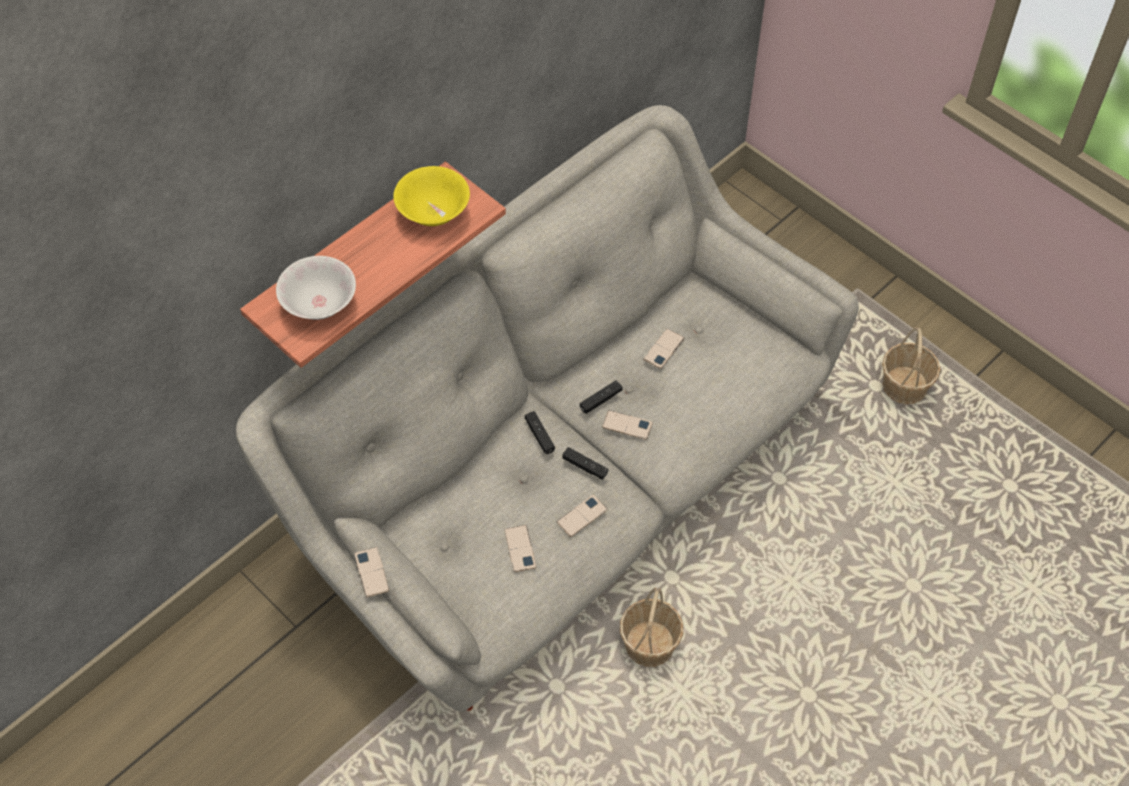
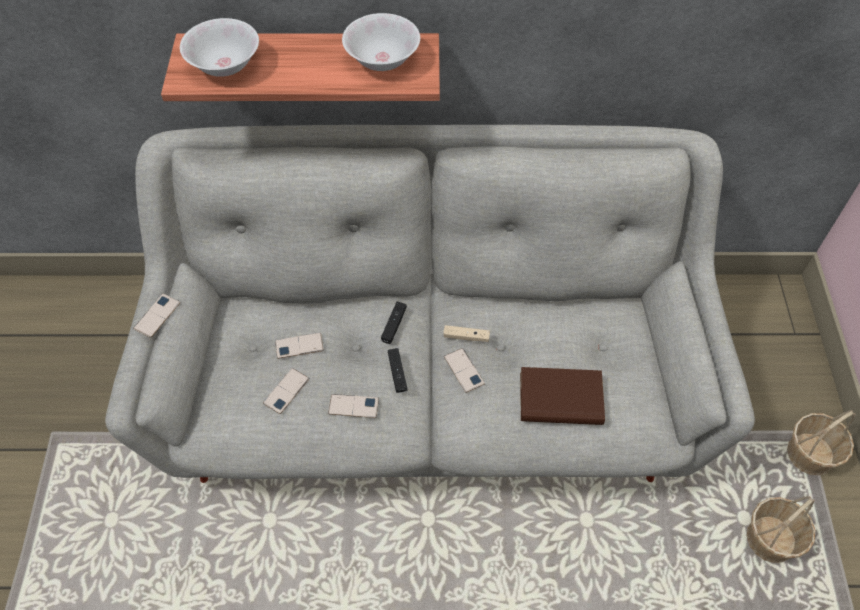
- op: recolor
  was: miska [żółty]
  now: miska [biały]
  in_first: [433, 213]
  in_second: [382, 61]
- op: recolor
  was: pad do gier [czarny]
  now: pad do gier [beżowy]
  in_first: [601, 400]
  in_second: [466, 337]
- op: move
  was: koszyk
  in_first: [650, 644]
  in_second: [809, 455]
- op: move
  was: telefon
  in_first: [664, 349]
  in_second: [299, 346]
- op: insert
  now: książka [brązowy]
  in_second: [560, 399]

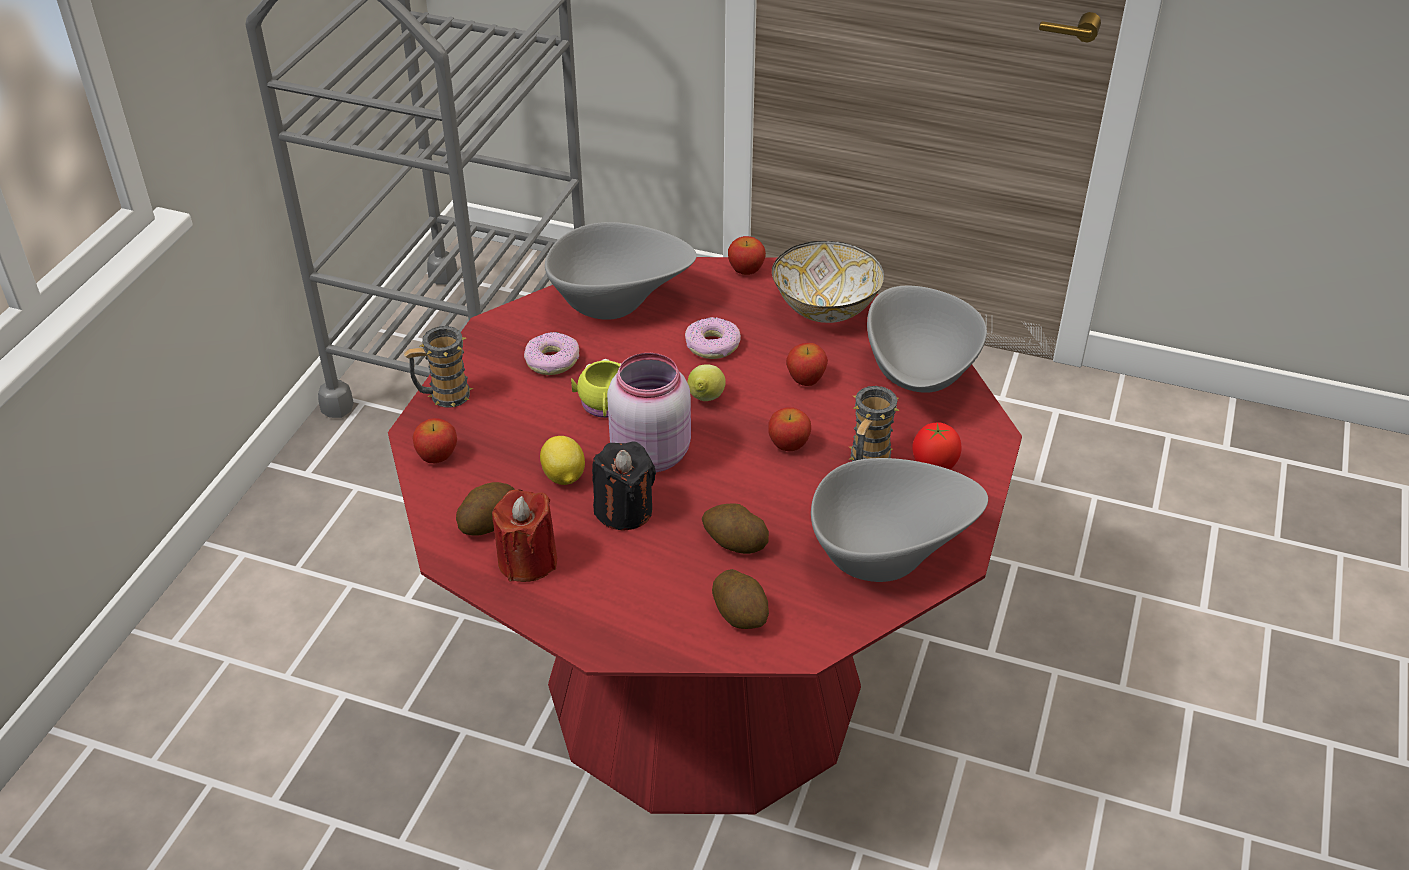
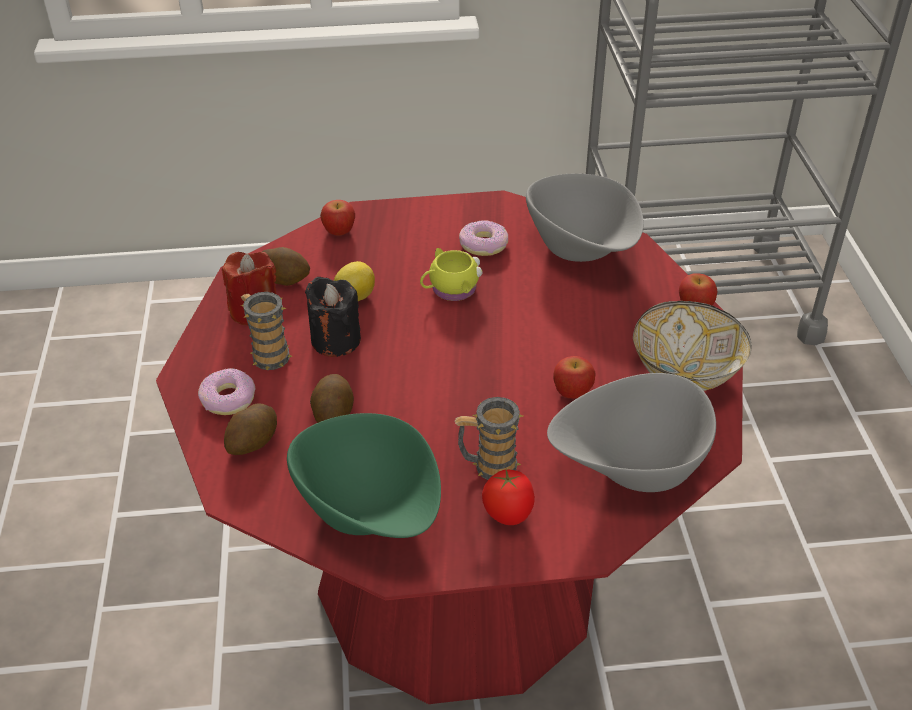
- op: move
  was: kubek
  in_first: [443, 396]
  in_second: [267, 353]
- op: delete
  was: słoik [różowy]
  in_first: [649, 452]
- op: move
  was: donut
  in_first: [712, 345]
  in_second: [228, 399]
- op: delete
  was: cytryna
  in_first: [705, 400]
- op: delete
  was: jabłko
  in_first: [788, 445]
- op: recolor
  was: miska [szary]
  now: miska [zielony]
  in_first: [888, 554]
  in_second: [372, 516]

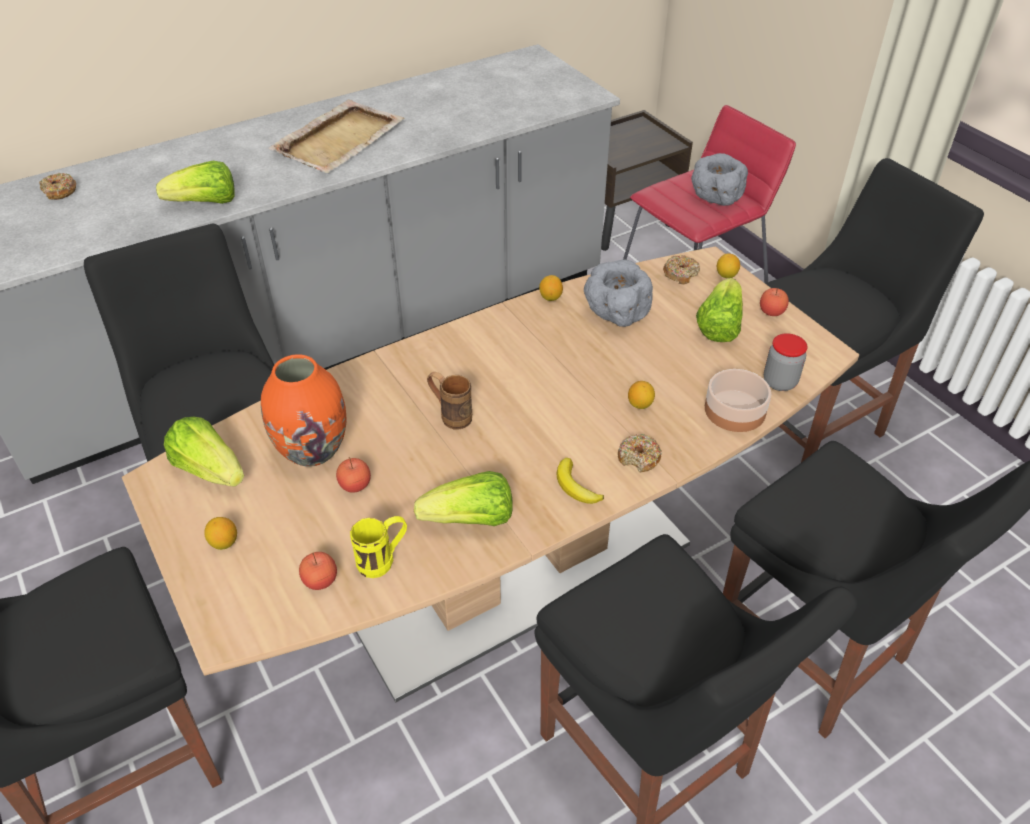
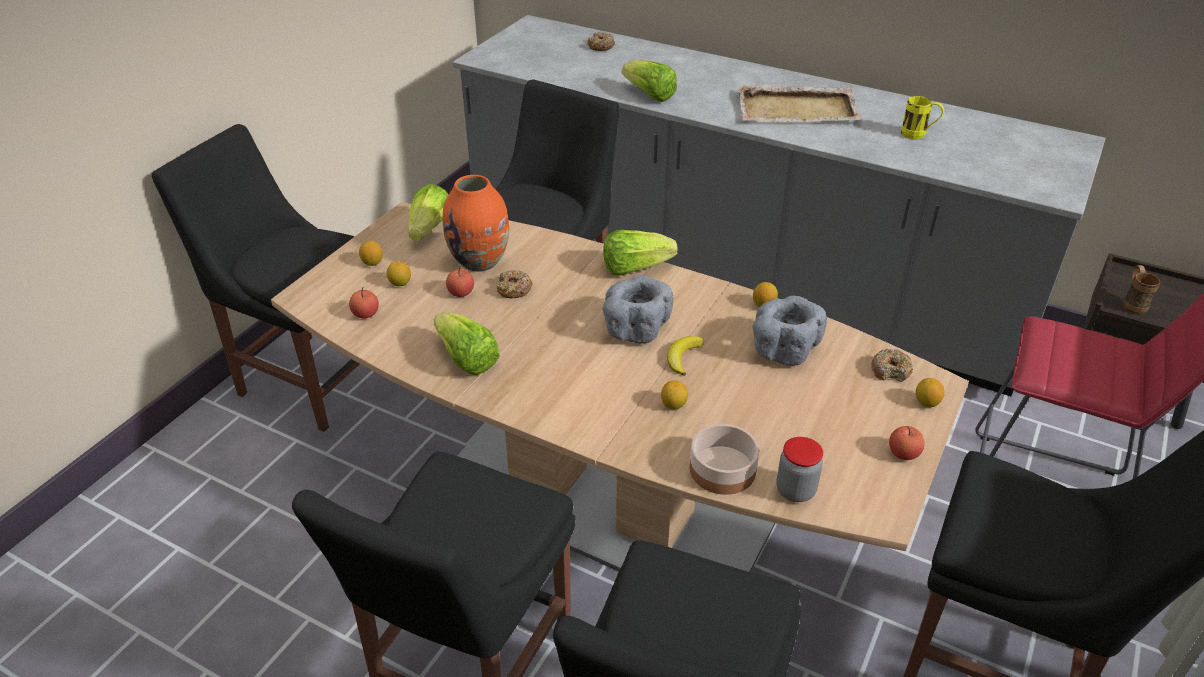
- op: move
  was: kubek [żółty]
  in_first: [383, 561]
  in_second: [918, 136]
- op: move
  was: kubek [brązowy]
  in_first: [450, 415]
  in_second: [1132, 304]
- op: move
  was: banan
  in_first: [576, 486]
  in_second: [683, 357]
- op: move
  was: donut
  in_first: [639, 458]
  in_second: [514, 289]
- op: move
  was: miska [szary]
  in_first: [715, 198]
  in_second: [635, 328]
- op: move
  was: sałata
  in_first: [719, 325]
  in_second: [635, 268]
- op: insert
  now: cytryna
  in_second: [400, 283]

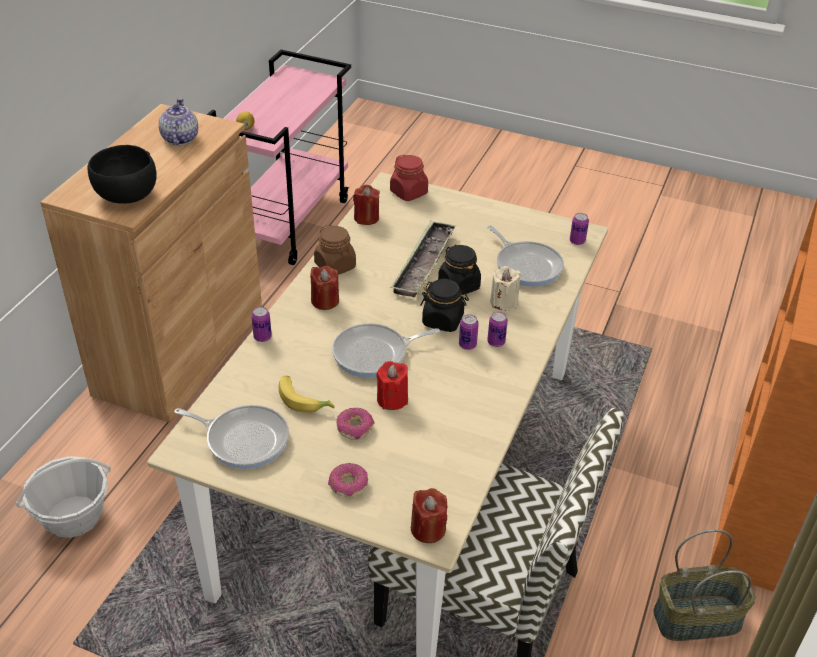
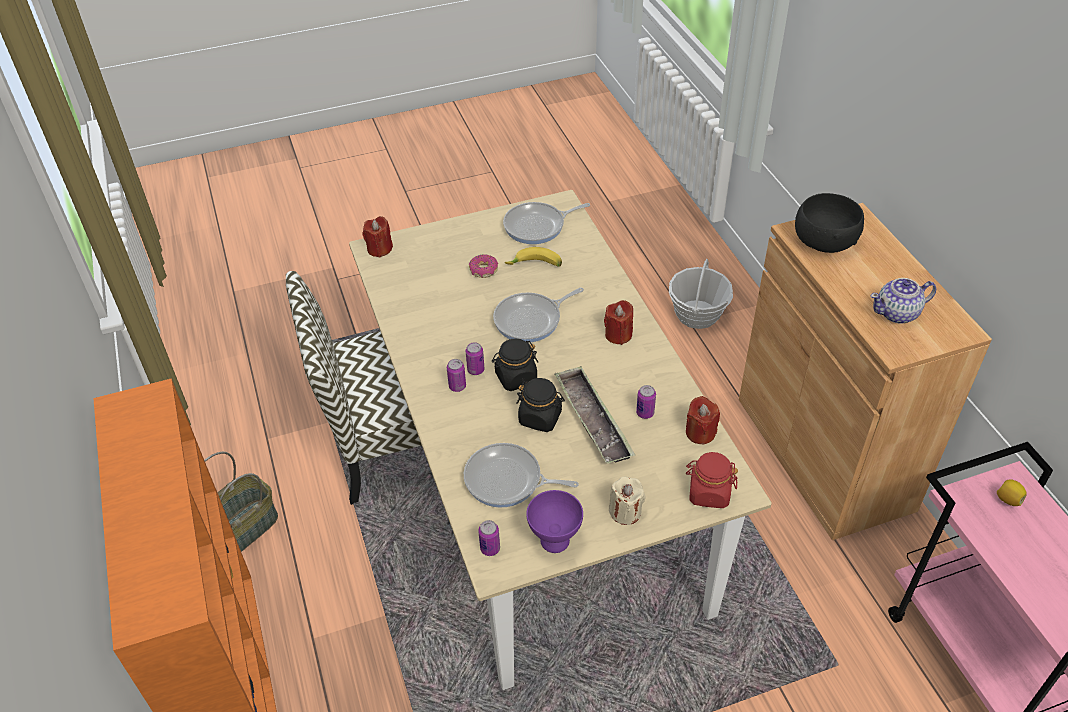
- op: rotate
  was: imbryk
  in_first: [179, 139]
  in_second: [897, 313]
  clockwise: 120
- op: move
  was: puszka
  in_first: [262, 337]
  in_second: [645, 413]
- op: delete
  was: słoik [brązowy]
  in_first: [335, 266]
- op: delete
  was: donut
  in_first: [348, 485]
- op: rotate
  was: patelnia
  in_first: [374, 354]
  in_second: [531, 320]
  clockwise: -150
- op: delete
  was: świeca [czerwony]
  in_first: [392, 399]
- op: move
  was: świeca [beżowy]
  in_first: [504, 302]
  in_second: [625, 512]
- op: insert
  now: miska [fioletowy]
  in_second: [556, 541]

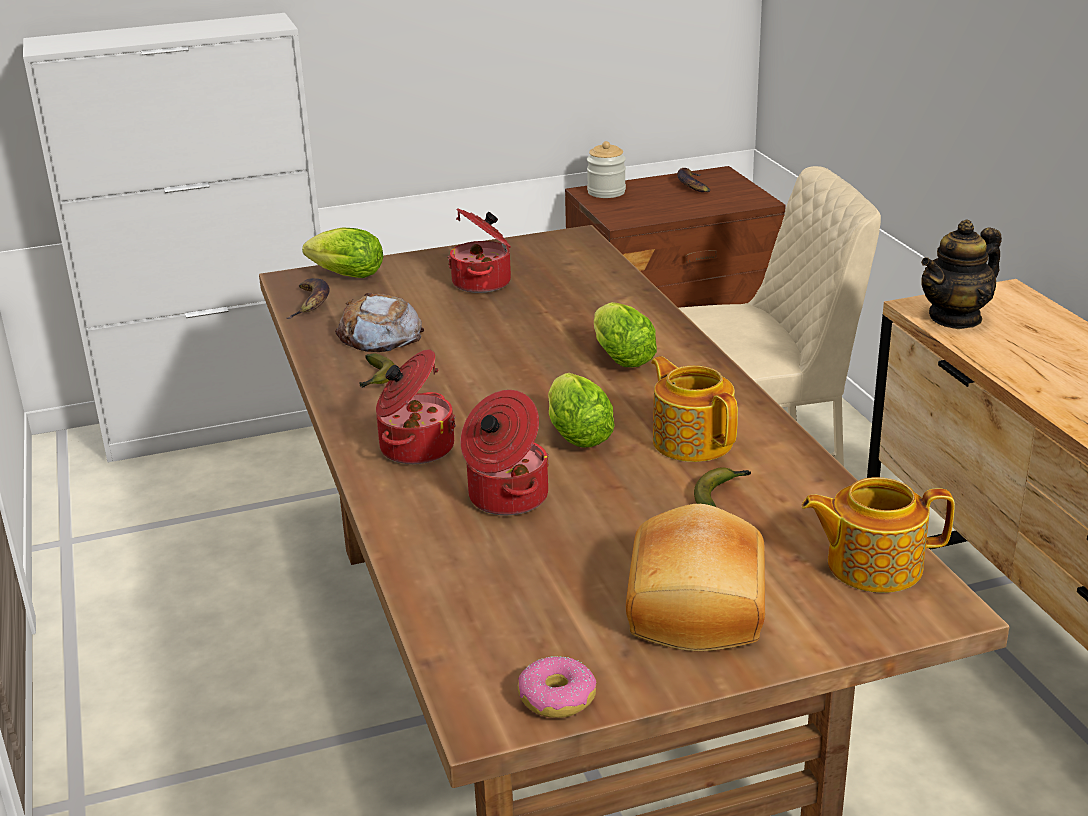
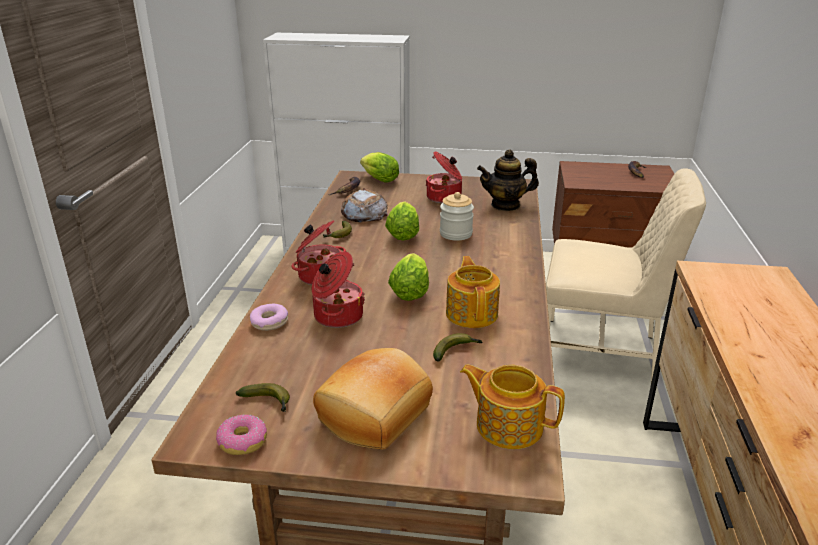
- op: move
  was: słoik
  in_first: [606, 192]
  in_second: [456, 234]
- op: move
  was: sałata
  in_first: [619, 357]
  in_second: [403, 234]
- op: move
  was: imbryk
  in_first: [955, 318]
  in_second: [505, 205]
- op: insert
  now: banan
  in_second: [268, 403]
- op: insert
  now: donut
  in_second: [269, 322]

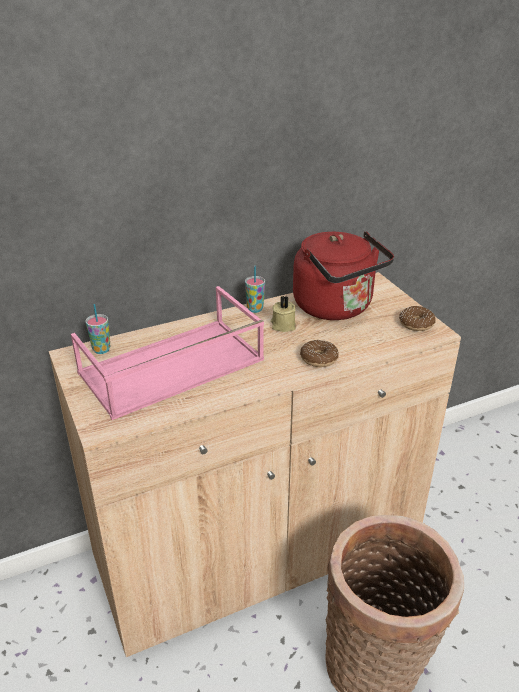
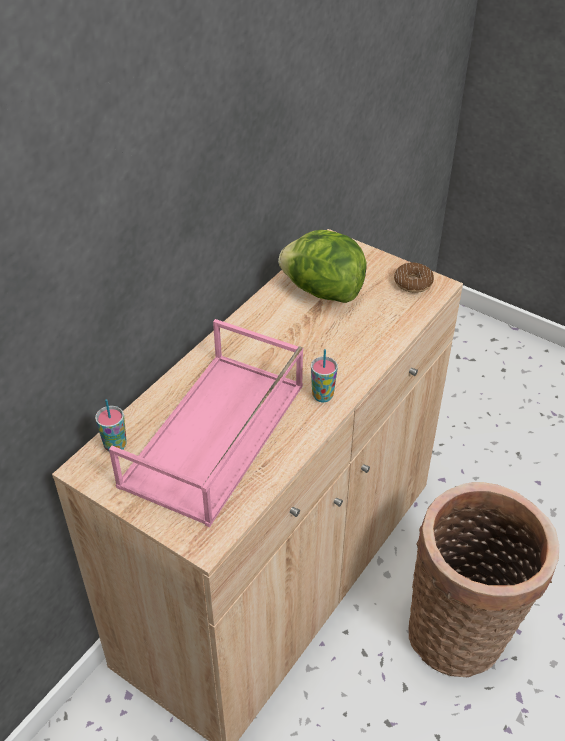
- op: move
  was: filiżanka
  in_first: [255, 309]
  in_second: [322, 396]
- op: delete
  was: świeca [beżowy]
  in_first: [283, 325]
- op: replace
  was: czajnik [czerwony]
  now: sałata
  in_first: [336, 308]
  in_second: [322, 291]
- op: delete
  was: donut
  in_first: [319, 358]

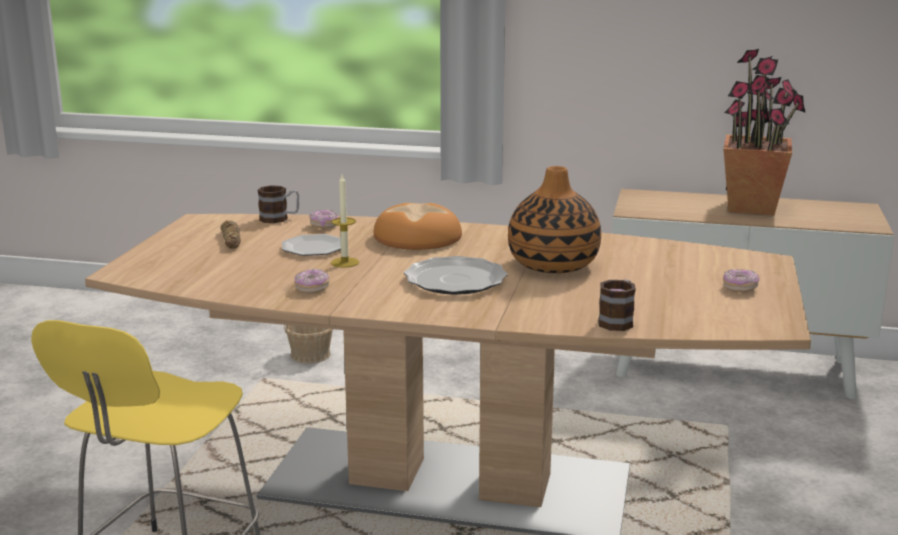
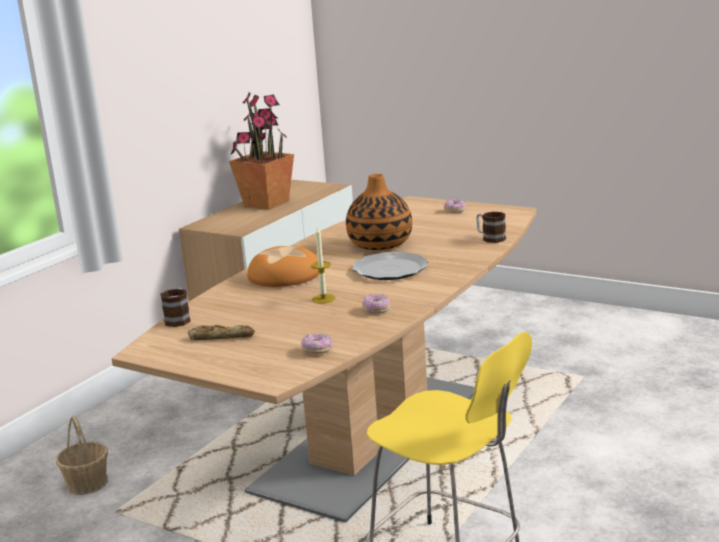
- op: delete
  was: talerz
  in_first: [313, 248]
- op: move
  was: donut
  in_first: [324, 226]
  in_second: [317, 350]

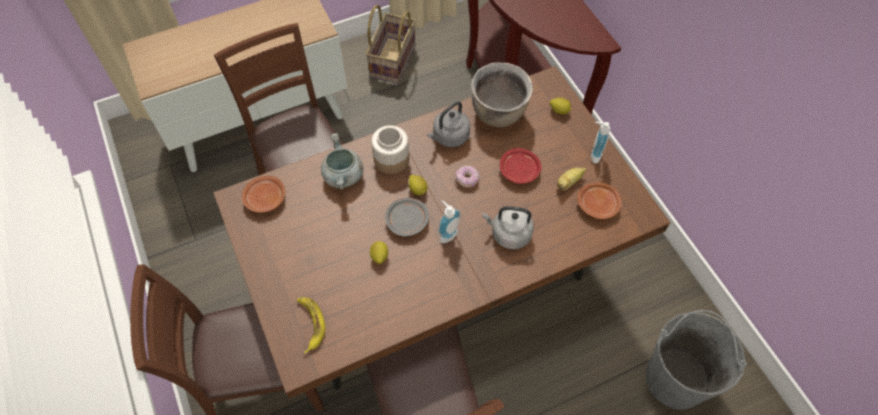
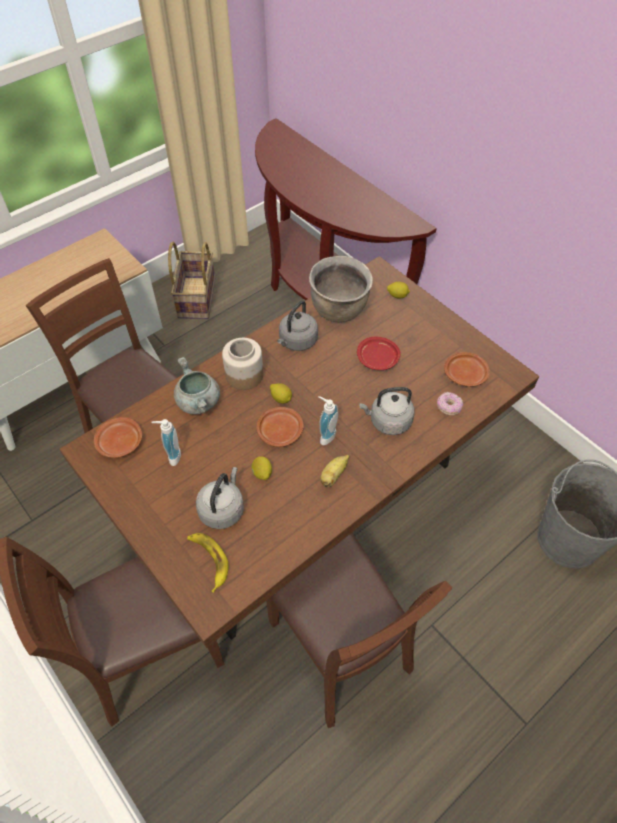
- op: recolor
  was: talerz [szary]
  now: talerz [brązowy]
  in_first: [407, 220]
  in_second: [280, 431]
- op: move
  was: donut
  in_first: [467, 179]
  in_second: [448, 407]
- op: move
  was: banan
  in_first: [569, 182]
  in_second: [333, 476]
- op: move
  was: dozownik mydła
  in_first: [593, 154]
  in_second: [171, 455]
- op: insert
  now: czajnik [szary]
  in_second: [222, 509]

